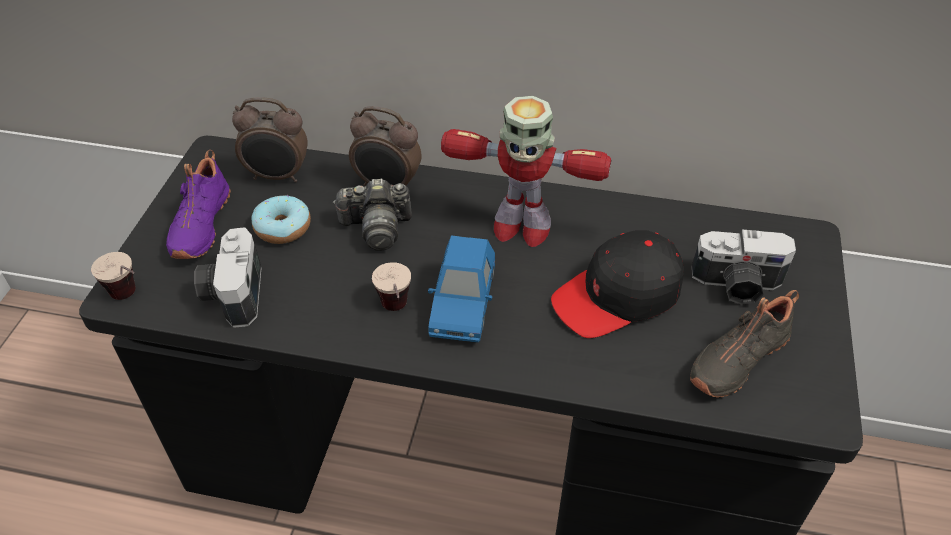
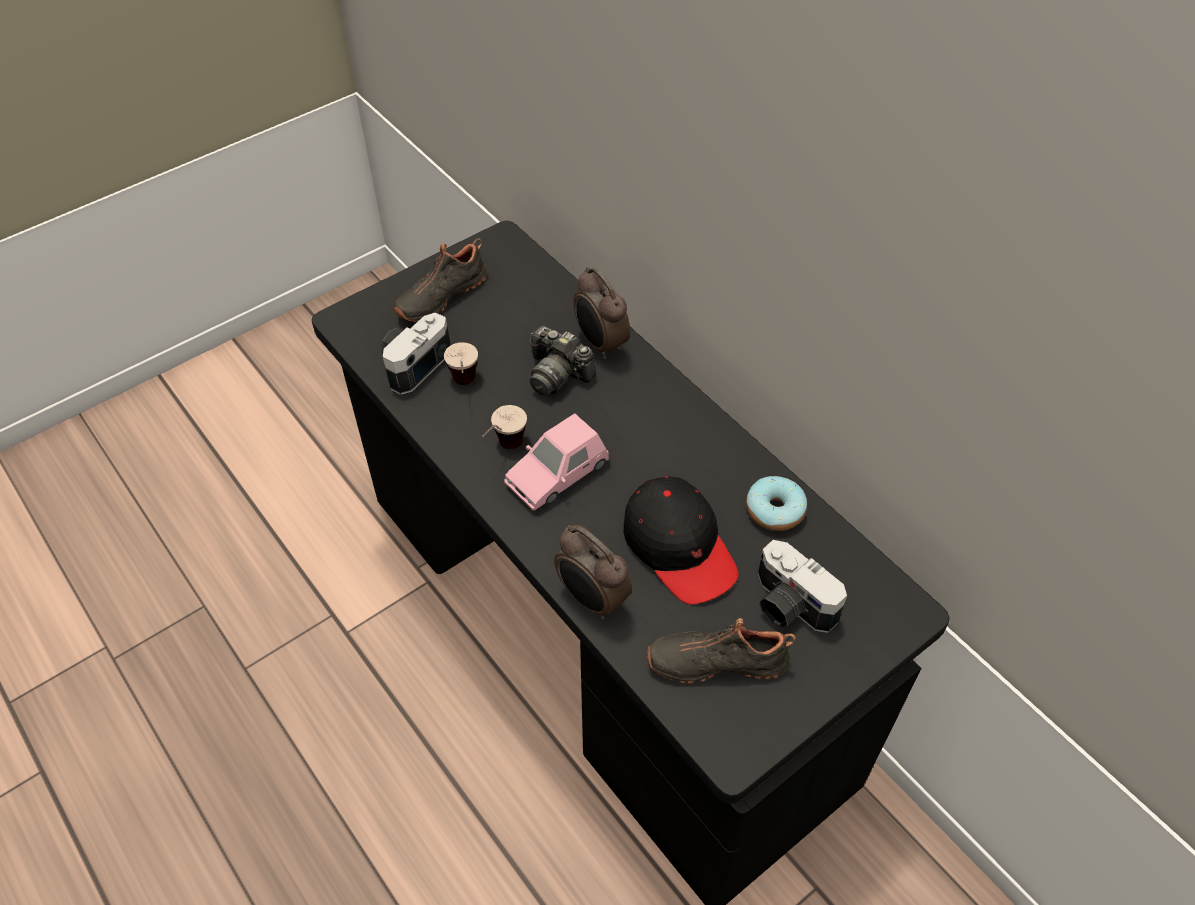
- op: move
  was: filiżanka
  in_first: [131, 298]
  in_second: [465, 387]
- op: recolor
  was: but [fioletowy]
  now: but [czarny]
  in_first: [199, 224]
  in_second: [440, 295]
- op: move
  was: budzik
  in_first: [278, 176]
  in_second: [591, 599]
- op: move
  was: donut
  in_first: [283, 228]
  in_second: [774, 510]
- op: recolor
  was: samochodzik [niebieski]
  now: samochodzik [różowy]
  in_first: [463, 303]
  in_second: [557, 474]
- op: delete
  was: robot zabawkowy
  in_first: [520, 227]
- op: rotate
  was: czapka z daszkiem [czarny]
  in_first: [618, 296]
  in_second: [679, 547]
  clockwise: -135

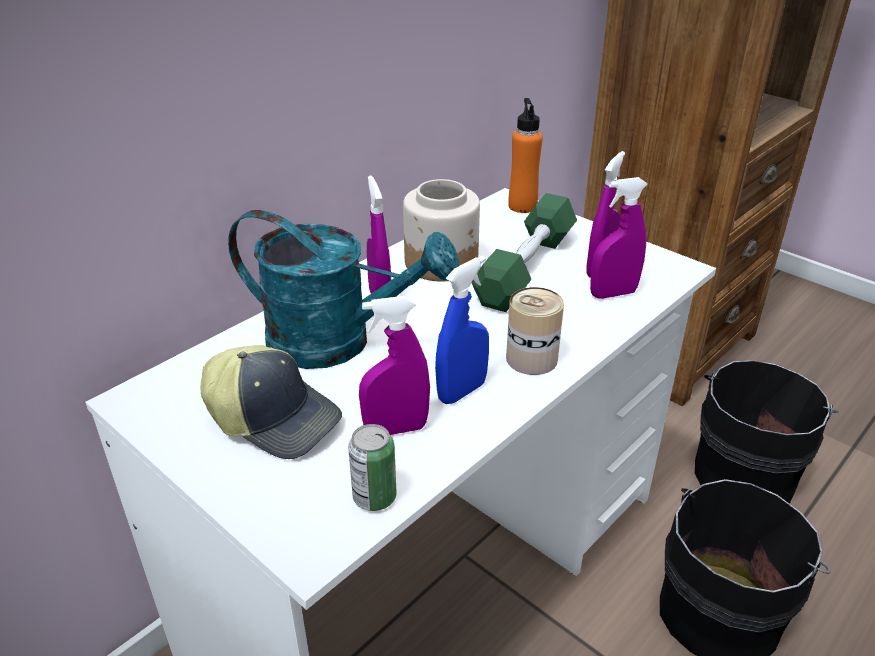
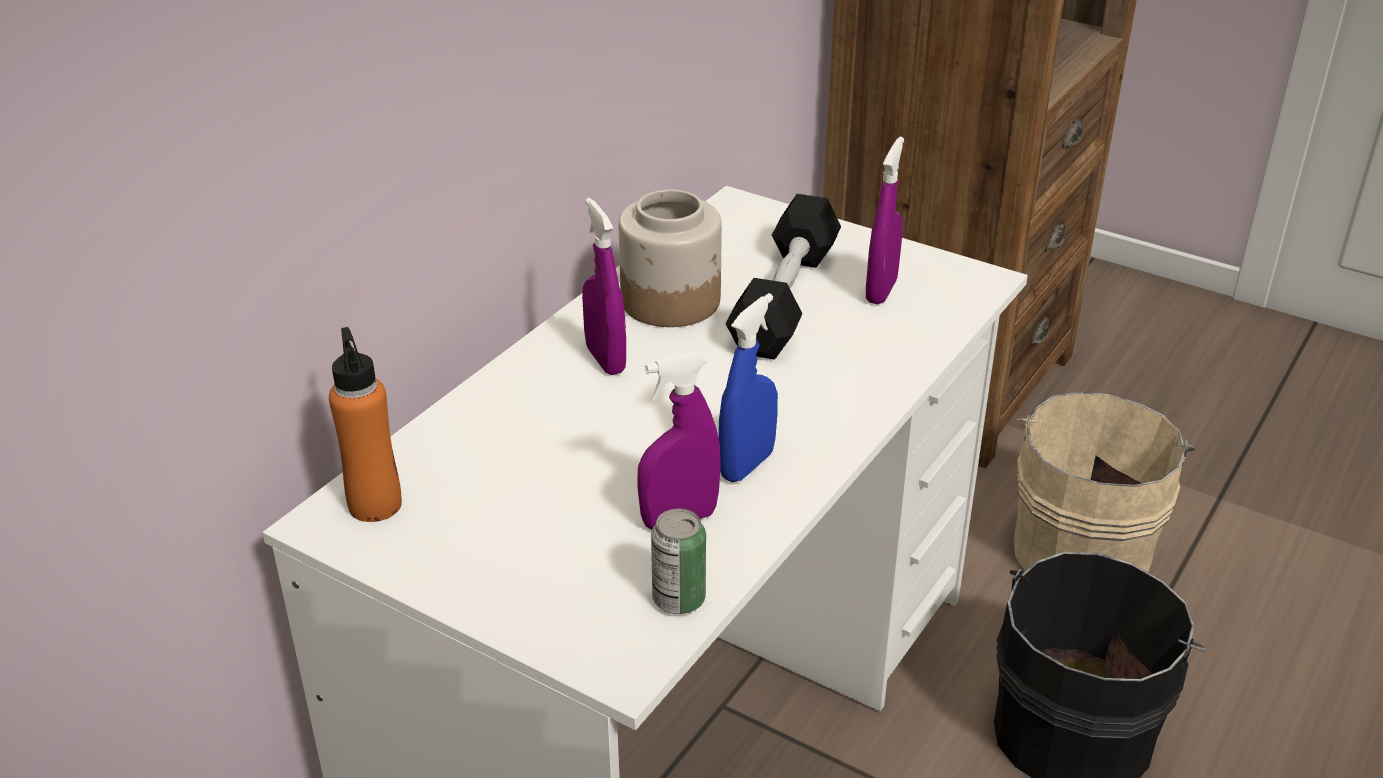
- op: delete
  was: czapka z daszkiem
  in_first: [274, 418]
- op: delete
  was: konewka [turkusowy]
  in_first: [337, 342]
- op: recolor
  was: hantel [zielony]
  now: hantel [czarny]
  in_first: [526, 268]
  in_second: [785, 298]
- op: delete
  was: puszka
  in_first: [531, 358]
- op: move
  was: butelka [pomarańczowy]
  in_first: [522, 206]
  in_second: [375, 504]
- op: delete
  was: spryskiwacz [fioletowy]
  in_first: [613, 294]
- op: recolor
  was: wiadro [czarny]
  now: wiadro [beżowy]
  in_first: [745, 471]
  in_second: [1082, 547]

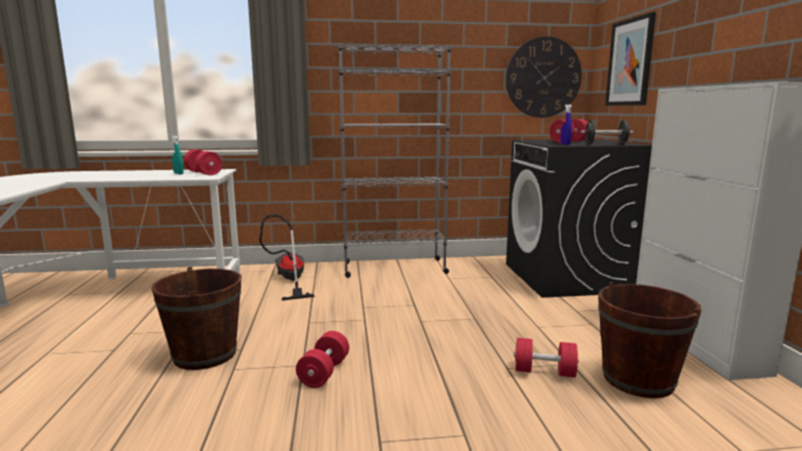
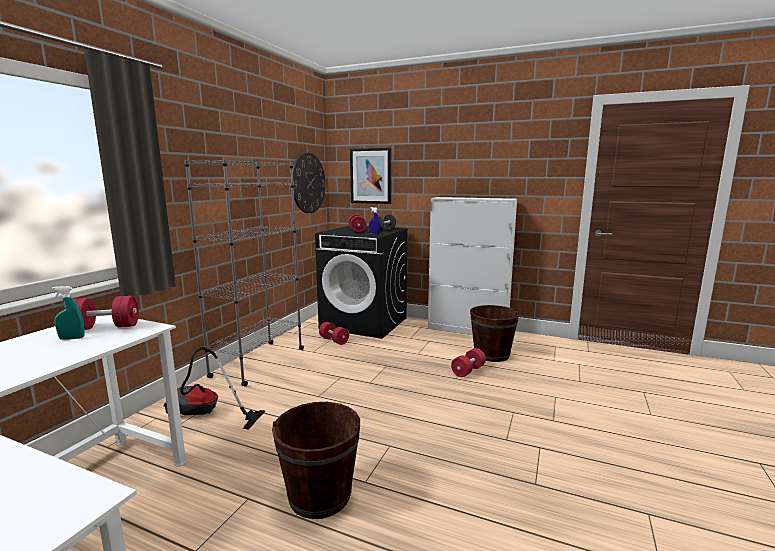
- op: move
  was: hantel [czerwony]
  in_first: [324, 372]
  in_second: [334, 340]

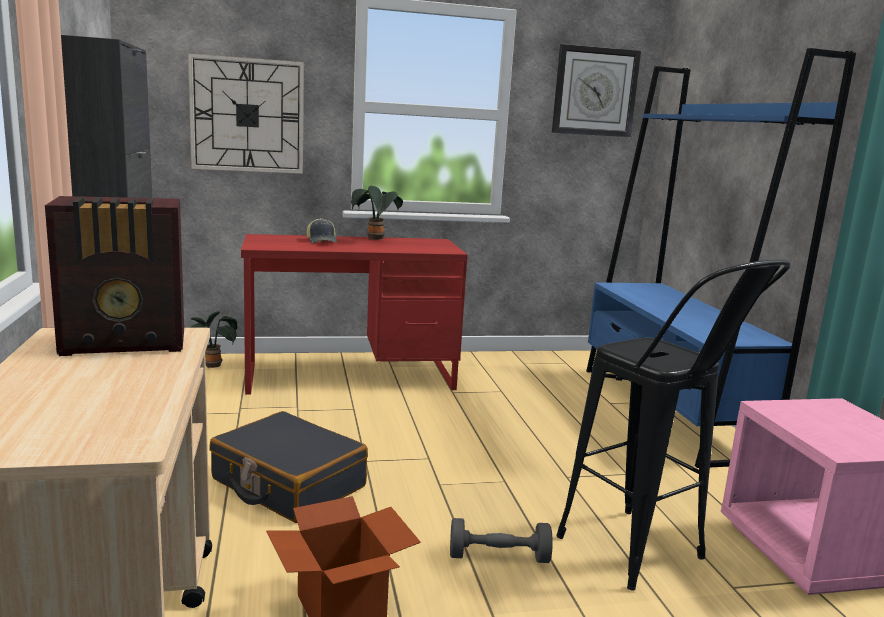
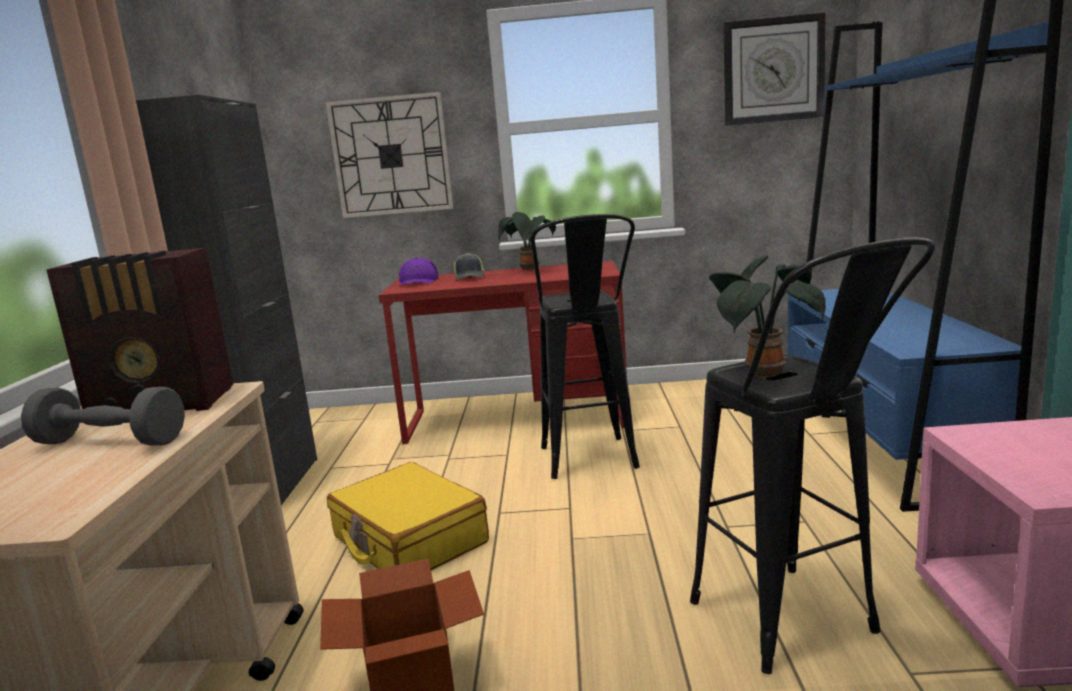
- op: move
  was: roślina doniczkowa
  in_first: [212, 365]
  in_second: [761, 372]
- op: recolor
  was: walizka [czarny]
  now: walizka [żółty]
  in_first: [288, 483]
  in_second: [408, 540]
- op: move
  was: hantel [szary]
  in_first: [498, 557]
  in_second: [110, 442]
- op: insert
  now: czapka z daszkiem [fioletowy]
  in_second: [418, 281]
- op: insert
  now: stołek [czarny]
  in_second: [591, 465]

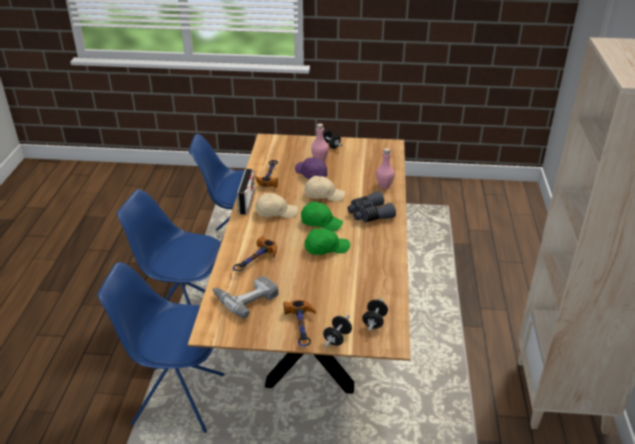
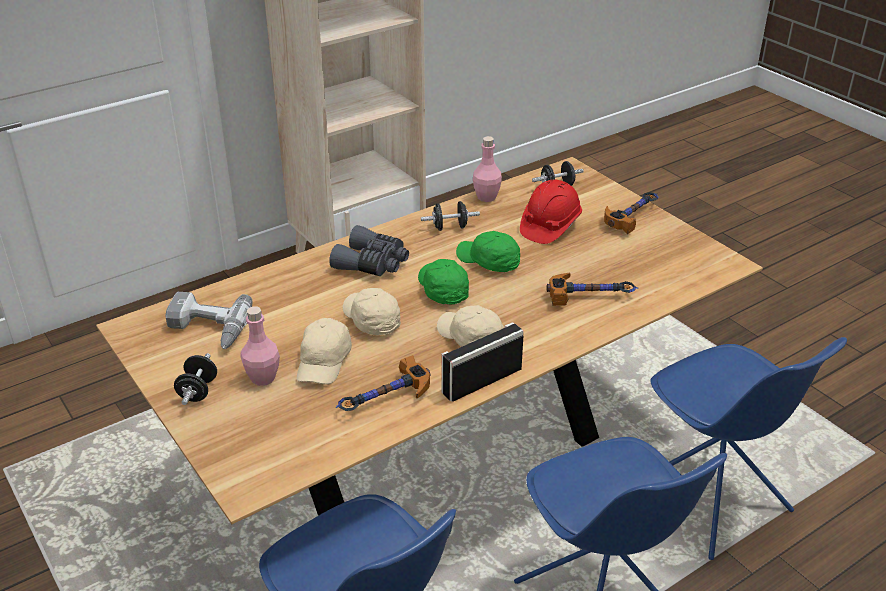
- op: move
  was: wiertarka
  in_first: [245, 297]
  in_second: [207, 329]
- op: recolor
  was: czapka z daszkiem [fioletowy]
  now: czapka z daszkiem [beżowy]
  in_first: [311, 174]
  in_second: [324, 362]
- op: move
  was: hantel [czarny]
  in_first: [337, 338]
  in_second: [450, 227]
- op: move
  was: butelka [różowy]
  in_first: [384, 185]
  in_second: [486, 197]
- op: insert
  now: kask [czerwony]
  in_second: [549, 226]

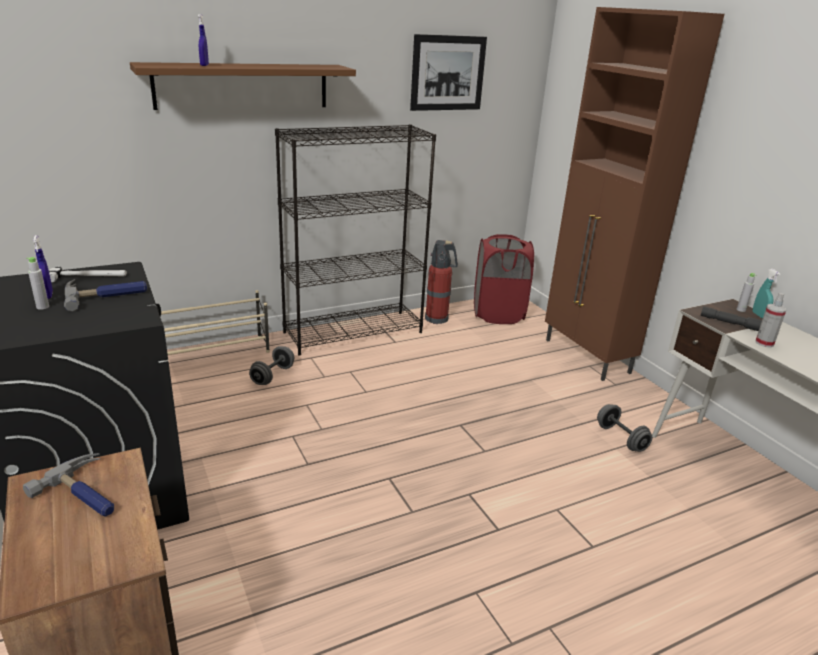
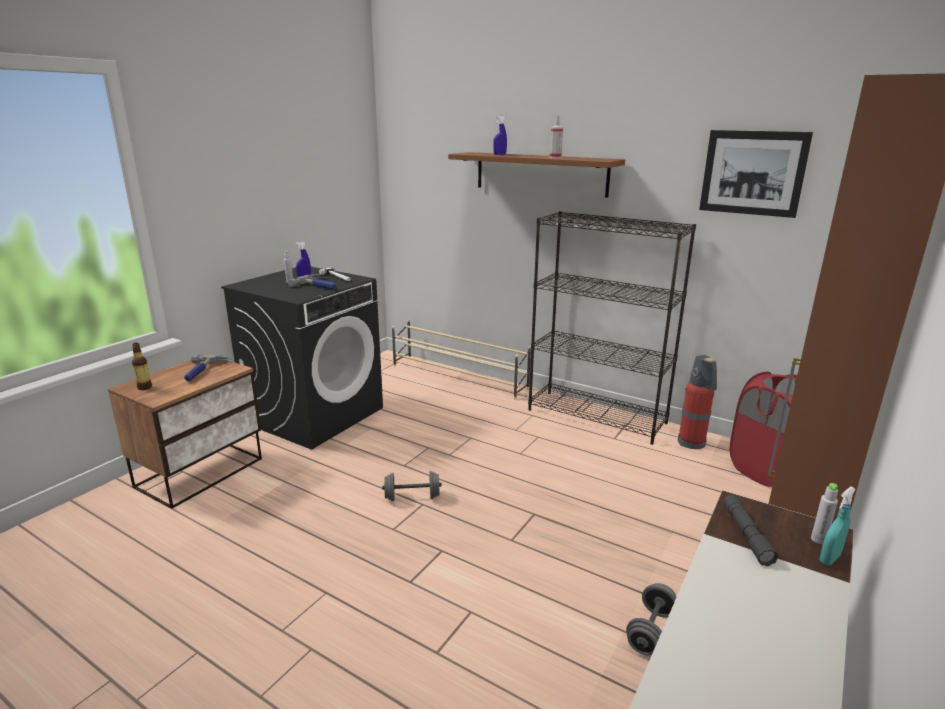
- op: move
  was: hantel [szary]
  in_first: [272, 375]
  in_second: [412, 497]
- op: move
  was: spryskiwacz
  in_first: [764, 343]
  in_second: [555, 157]
- op: insert
  now: butelka
  in_second: [144, 387]

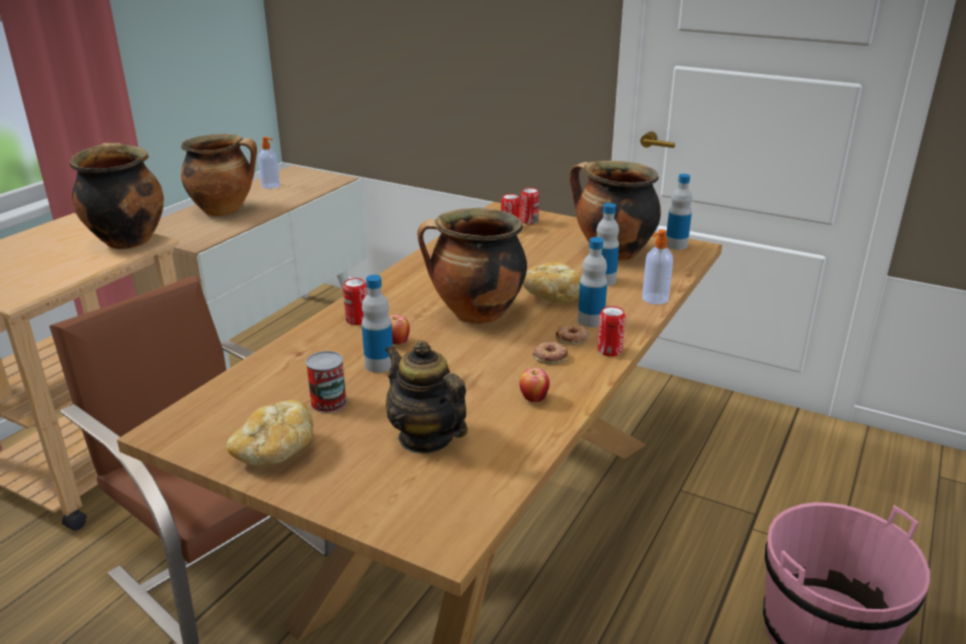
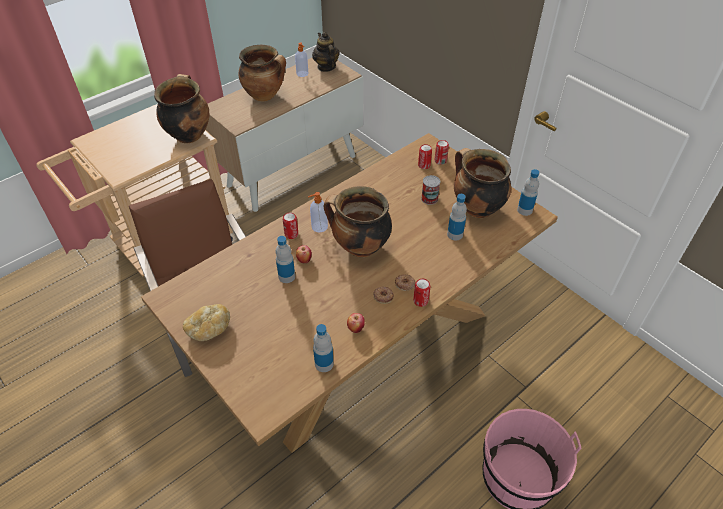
- op: move
  was: puszka
  in_first: [328, 402]
  in_second: [429, 198]
- op: move
  was: imbryk
  in_first: [425, 438]
  in_second: [326, 67]
- op: delete
  was: chleb
  in_first: [551, 296]
- op: move
  was: butelka
  in_first: [590, 320]
  in_second: [324, 364]
- op: move
  was: dozownik mydła
  in_first: [654, 299]
  in_second: [319, 227]

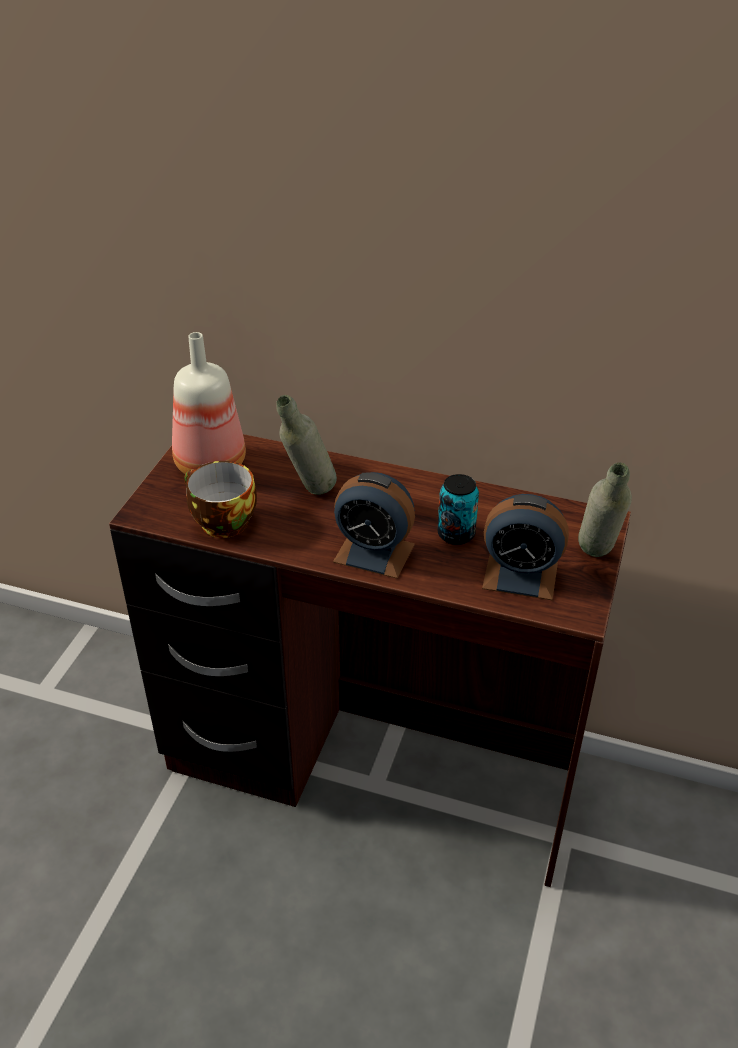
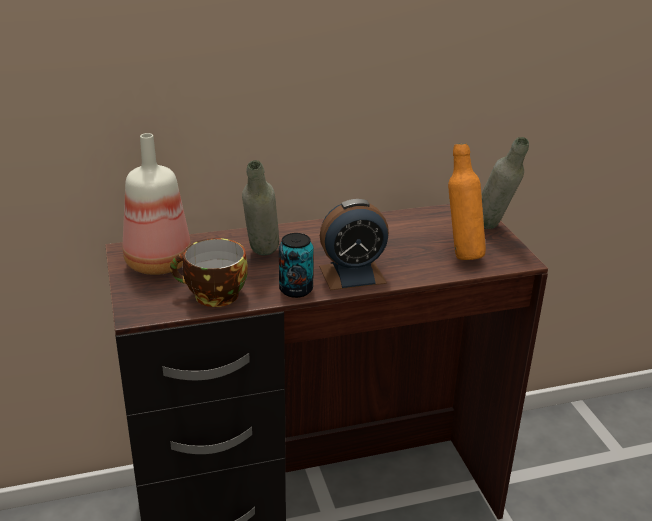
- op: move
  was: puszka
  in_first: [456, 534]
  in_second: [296, 290]
- op: replace
  was: budzik
  now: butelka [pomarańczowy]
  in_first: [520, 575]
  in_second: [461, 254]

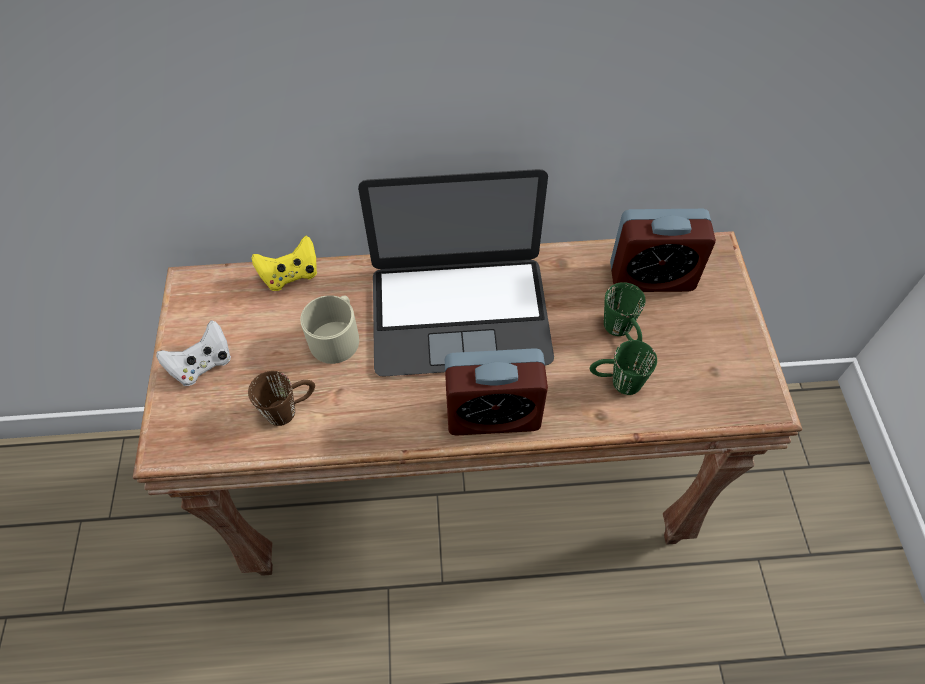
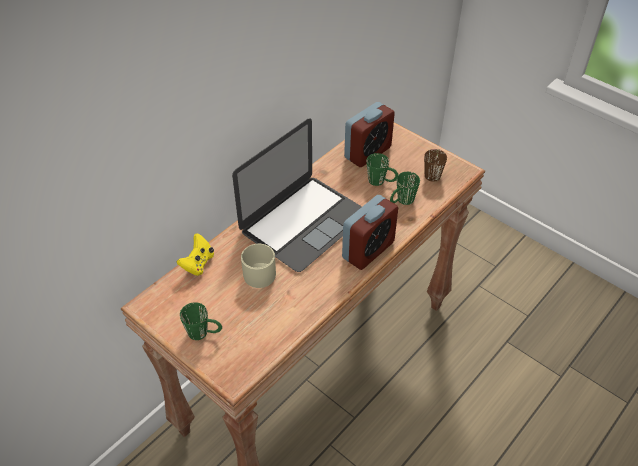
- op: replace
  was: pad do gier [biały]
  now: kubek [zielony]
  in_first: [202, 364]
  in_second: [204, 333]
- op: move
  was: kubek [brązowy]
  in_first: [290, 408]
  in_second: [433, 172]

